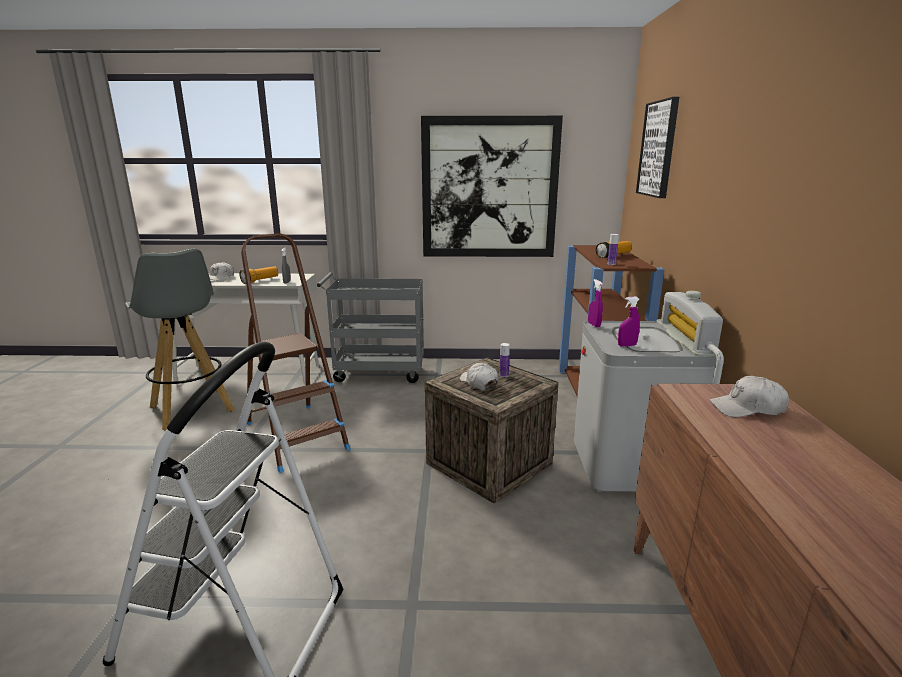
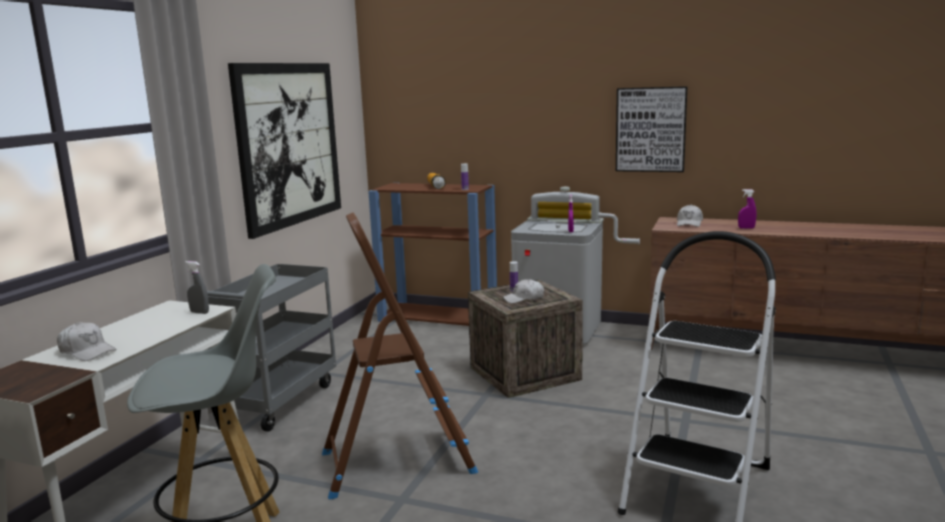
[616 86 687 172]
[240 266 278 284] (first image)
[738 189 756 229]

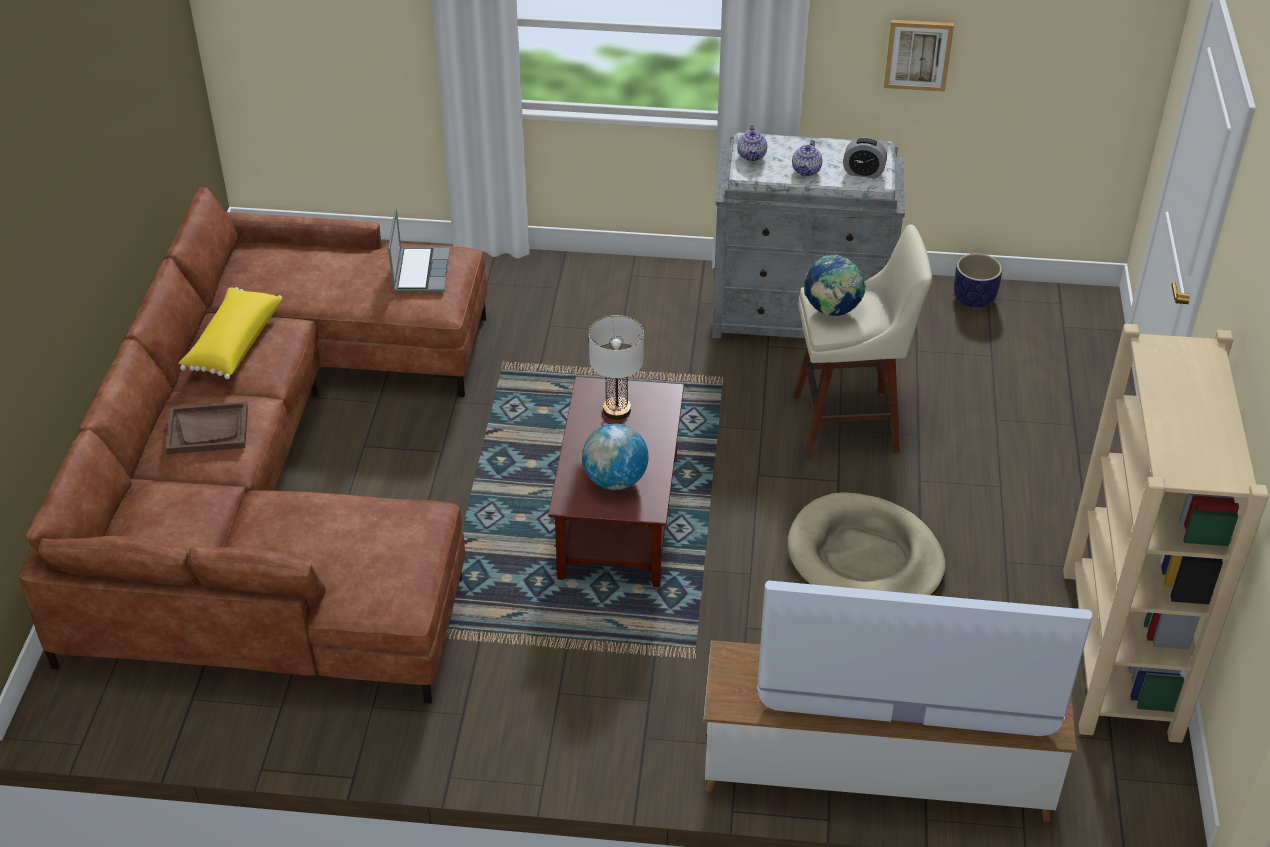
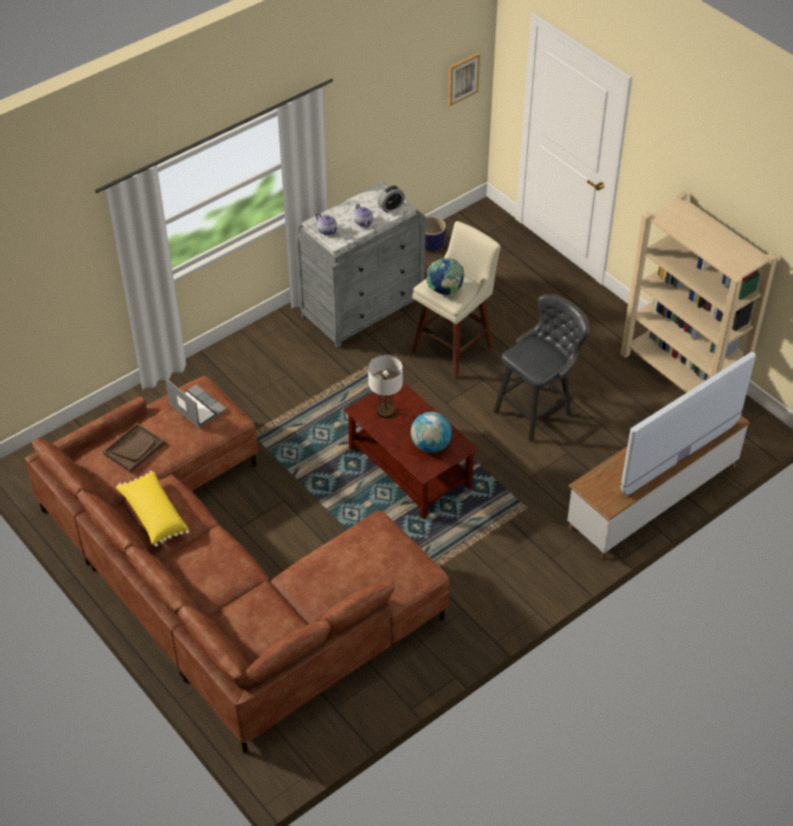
[448 52 480 106]
[103 423 165 472]
[493 294 591 442]

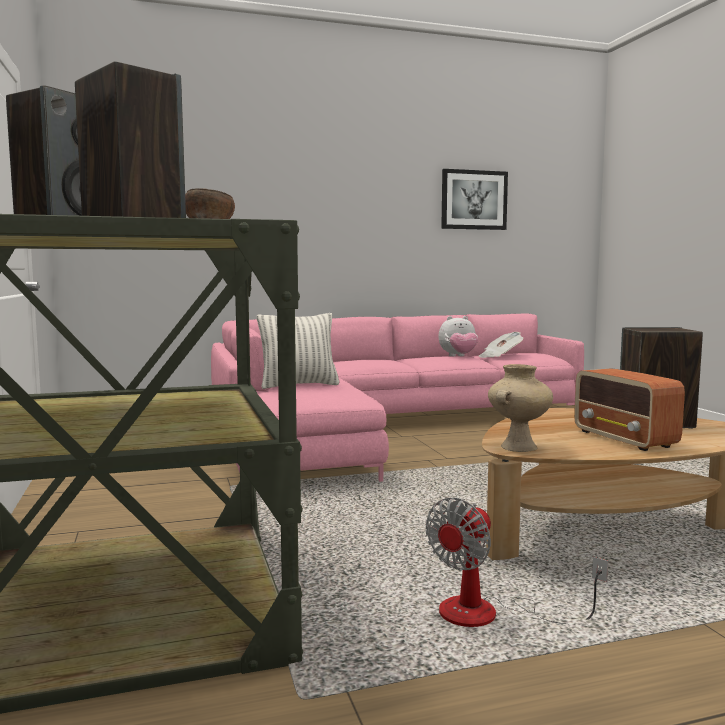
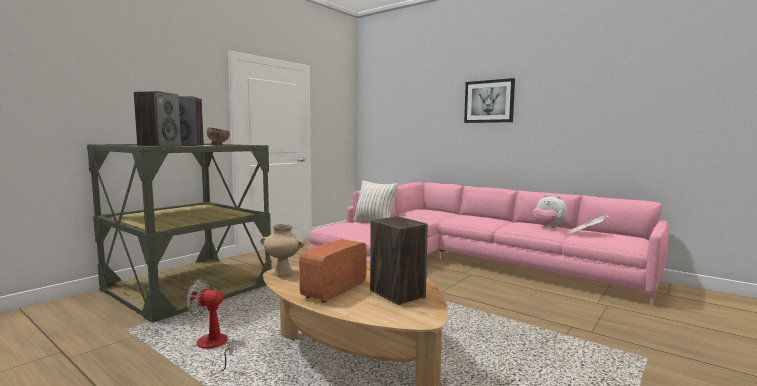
[464 78 515 123]

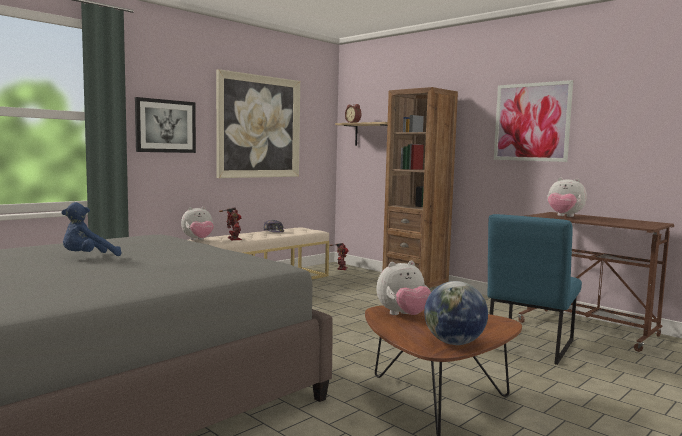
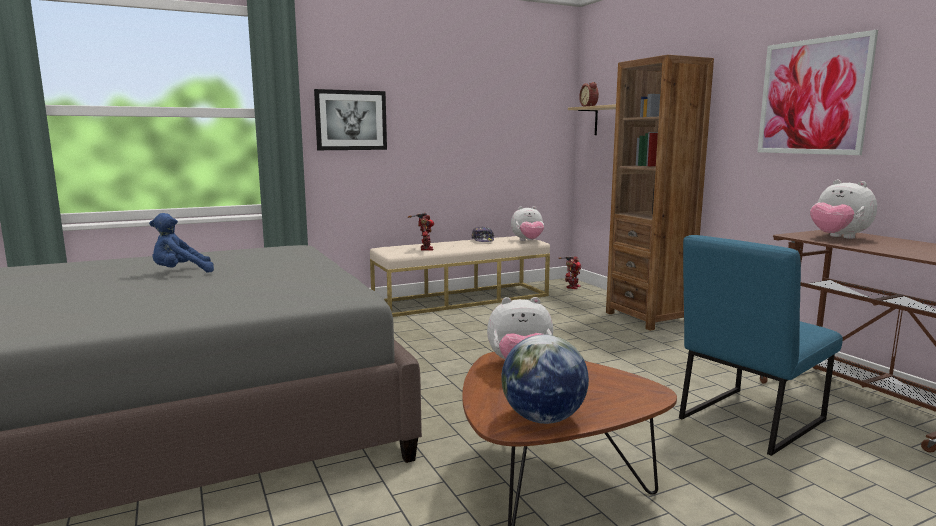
[216 69 300 178] (first image)
[511 206 544 241]

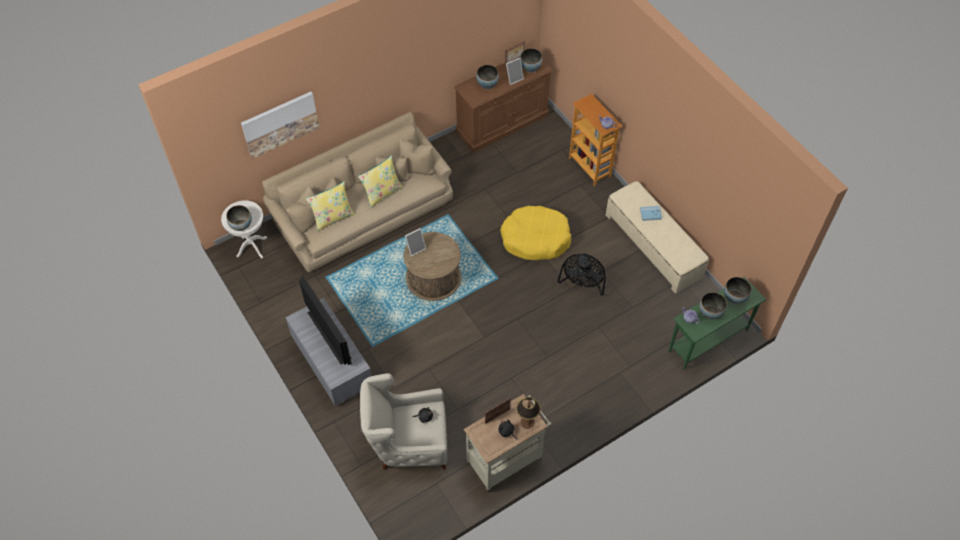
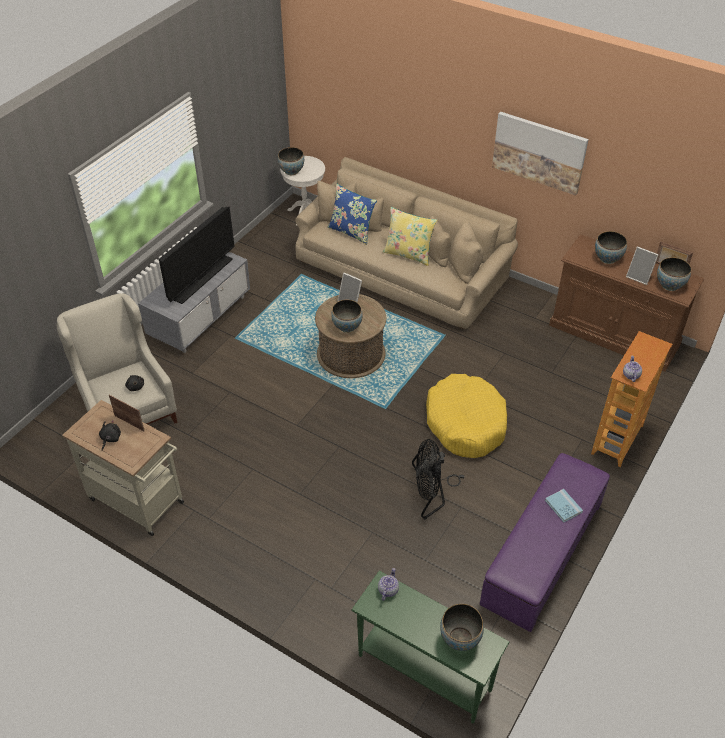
[492 112 589 196]
[328 184 377 245]
[479 453 610 632]
[331 300 363 333]
[516 397 541 429] (first image)

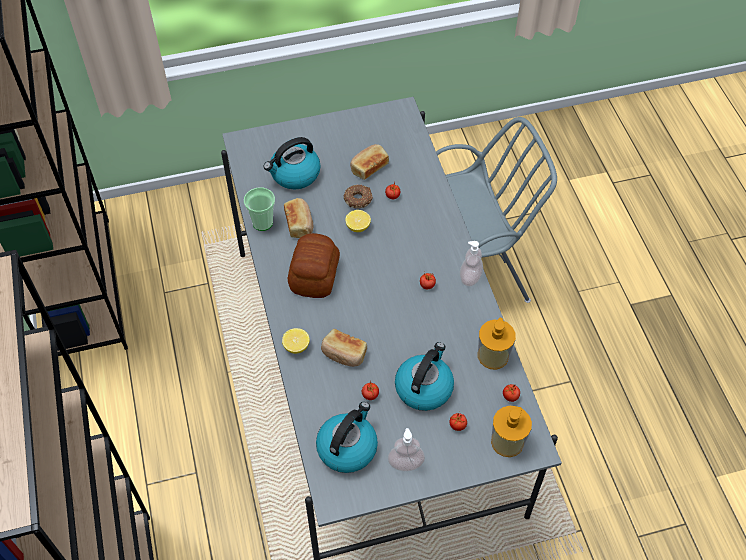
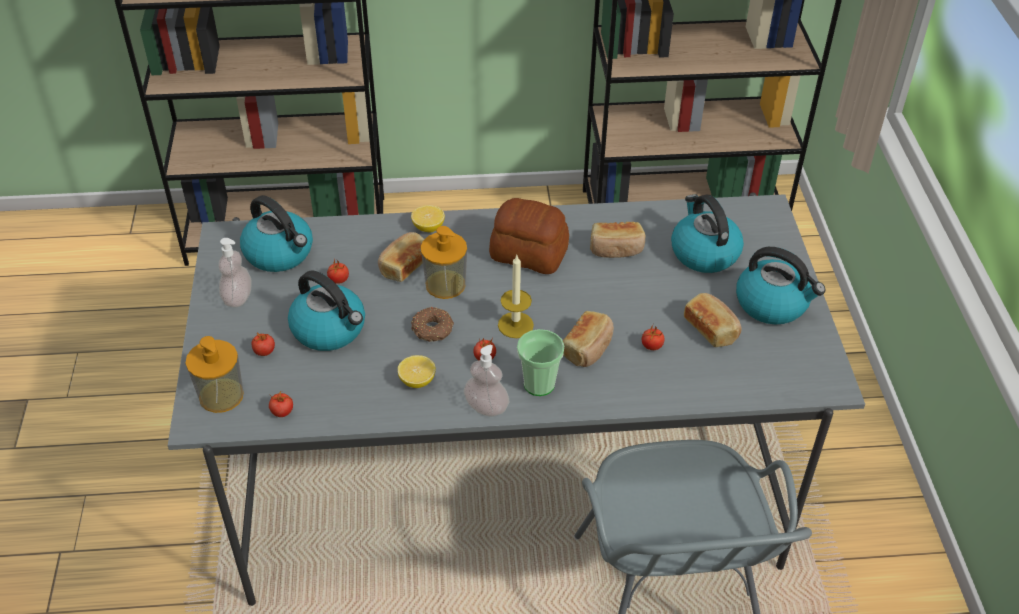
[411 307 454 342]
[517 329 564 396]
[398 355 436 388]
[421 226 467 299]
[736 247 825 325]
[498 255 534 338]
[563 311 614 367]

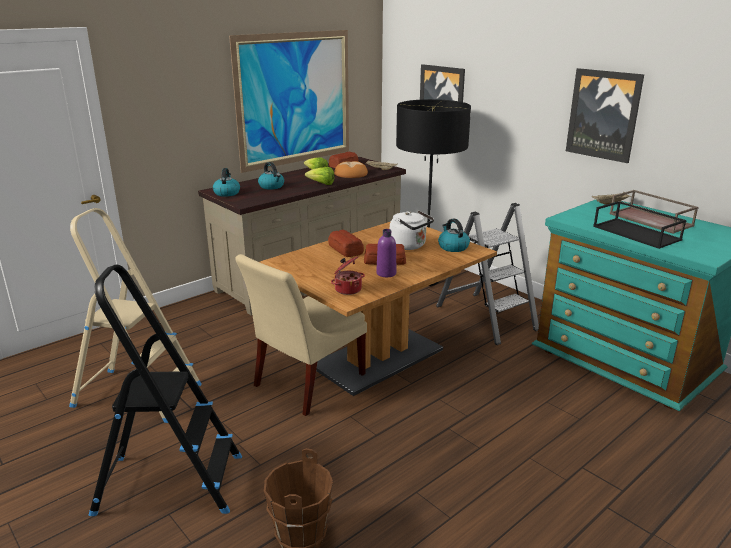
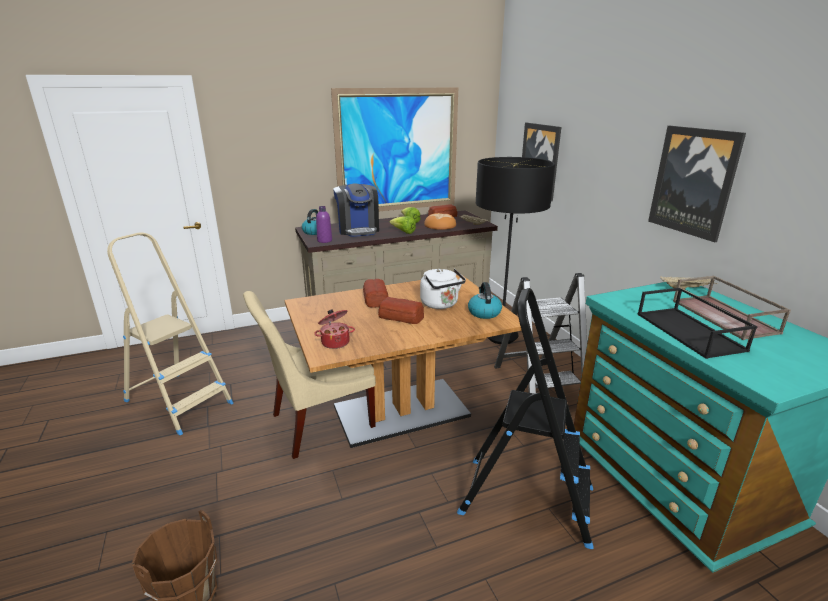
[333 183 379 237]
[316 206 332 243]
[457 288 593 549]

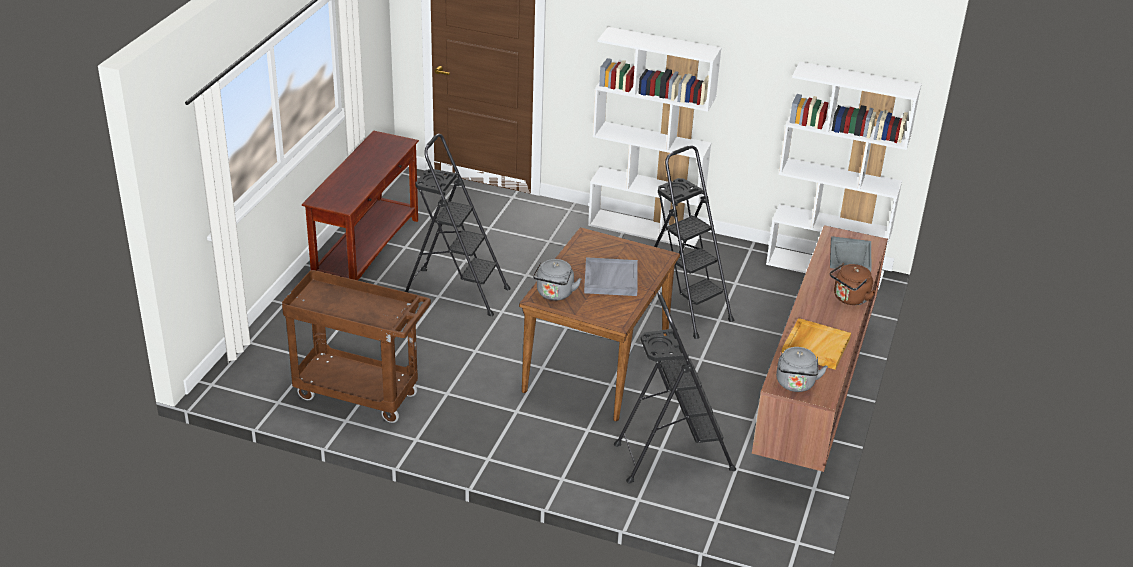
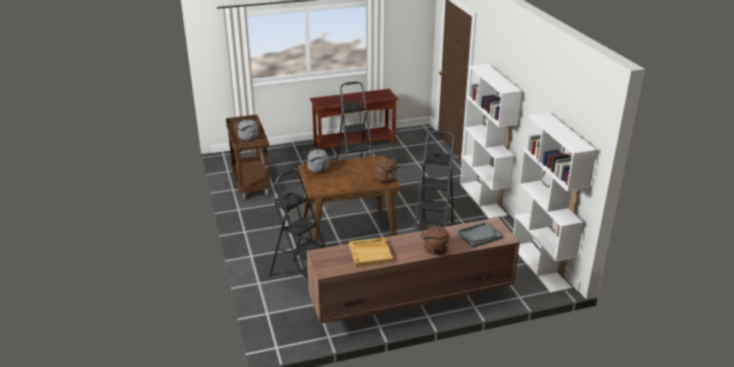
[584 257 638 296] (first image)
[234 118 258 141]
[374 158 401 183]

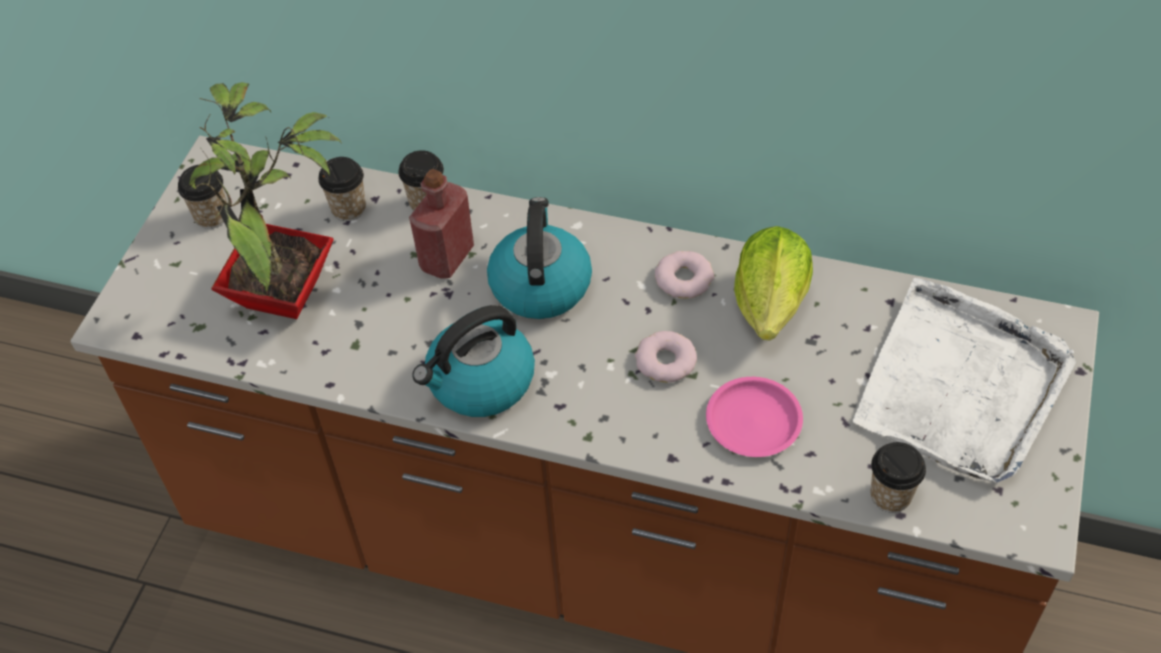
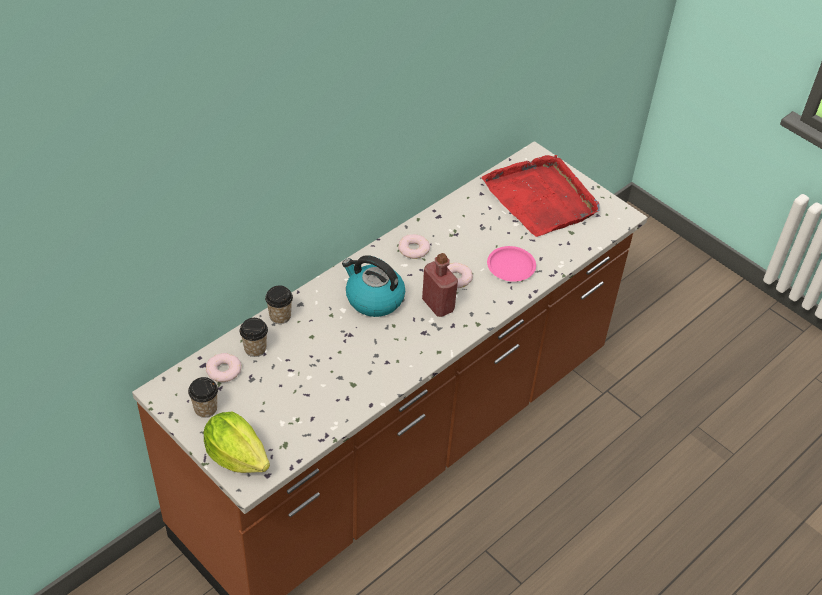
[189 82 341 319] (first image)
[422 253 458 317]
[203 411 270 473]
[481 155 600 237]
[412 305 535 417] (first image)
[870 442 926 513] (first image)
[206 353 241 382]

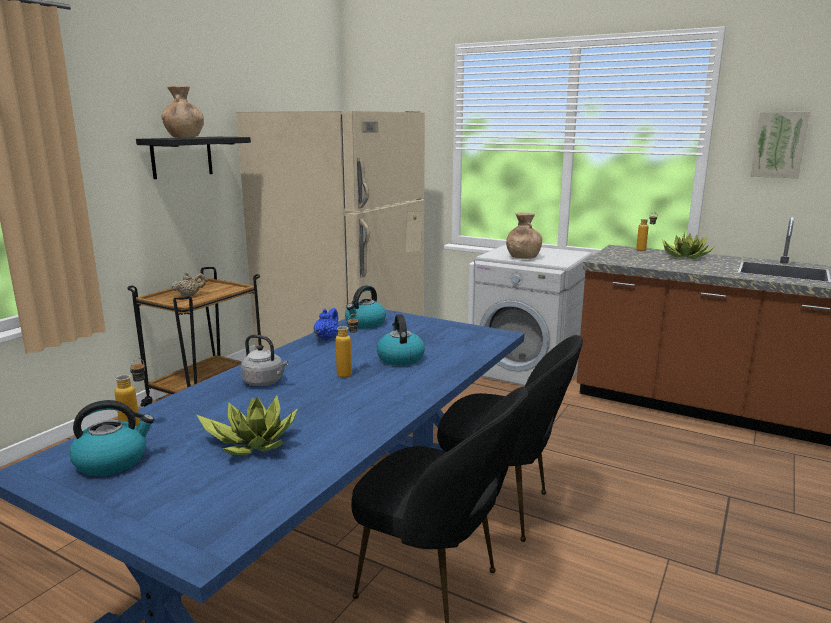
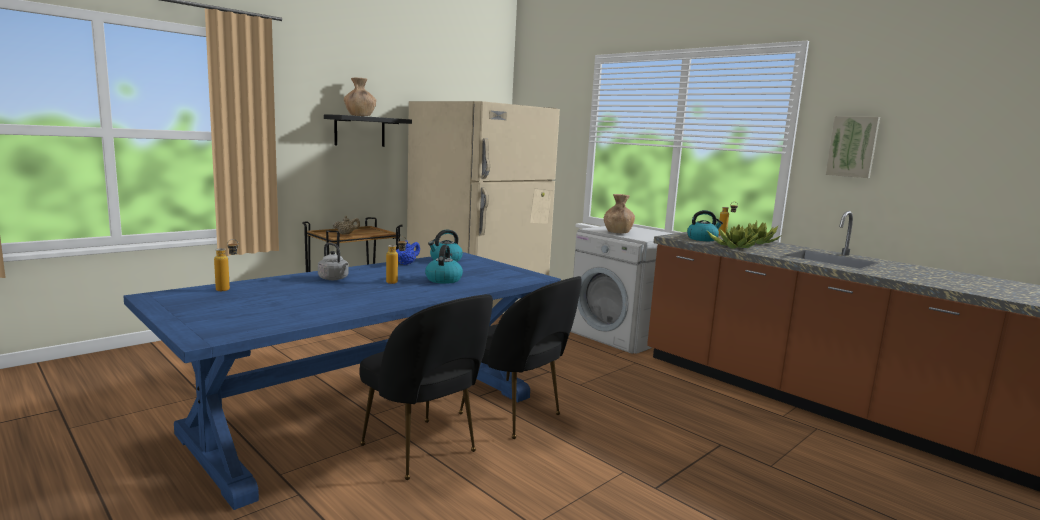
[707 225 760 249]
[687 210 723 241]

